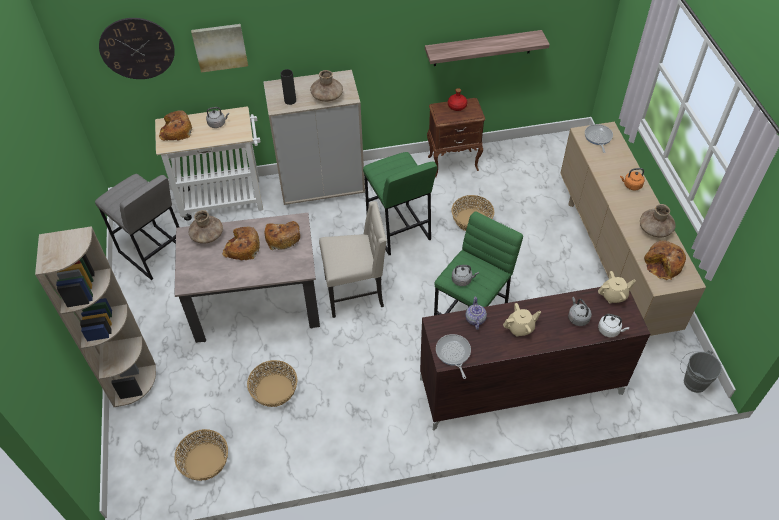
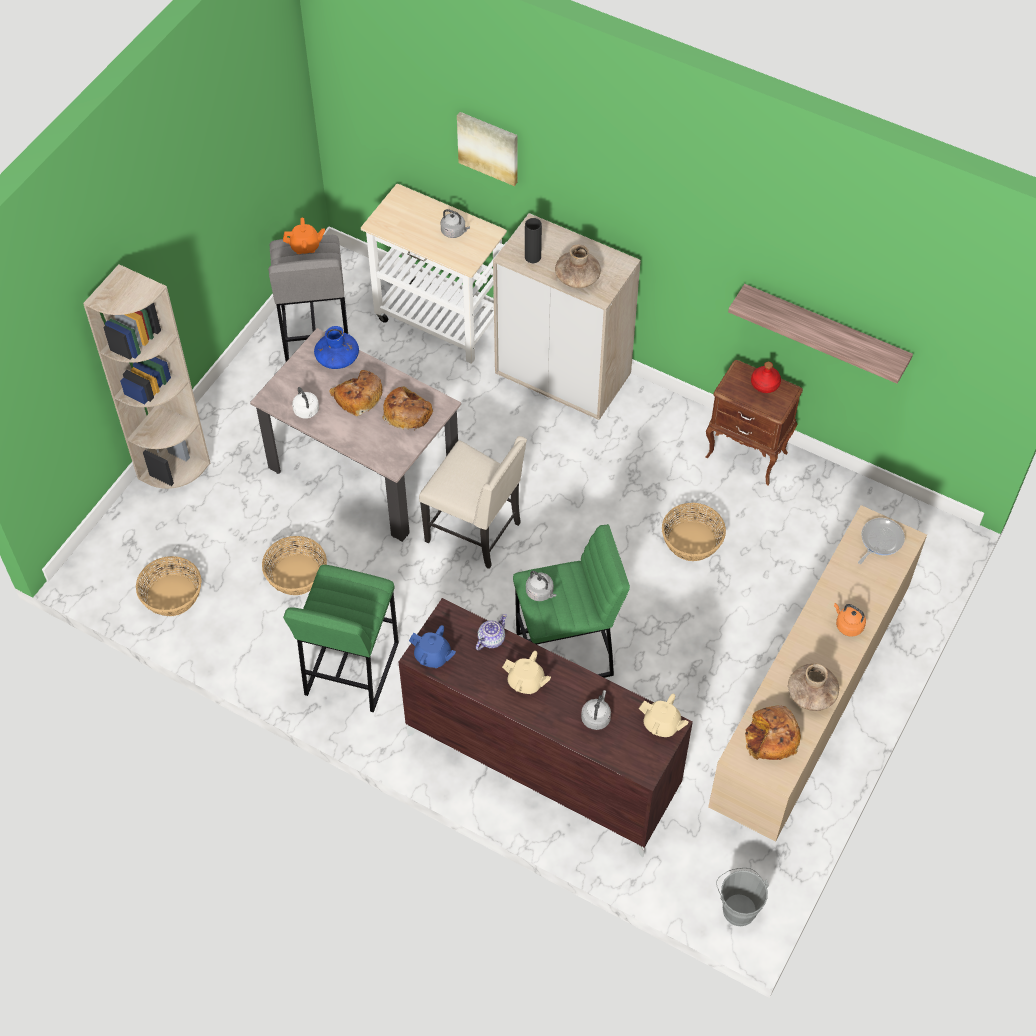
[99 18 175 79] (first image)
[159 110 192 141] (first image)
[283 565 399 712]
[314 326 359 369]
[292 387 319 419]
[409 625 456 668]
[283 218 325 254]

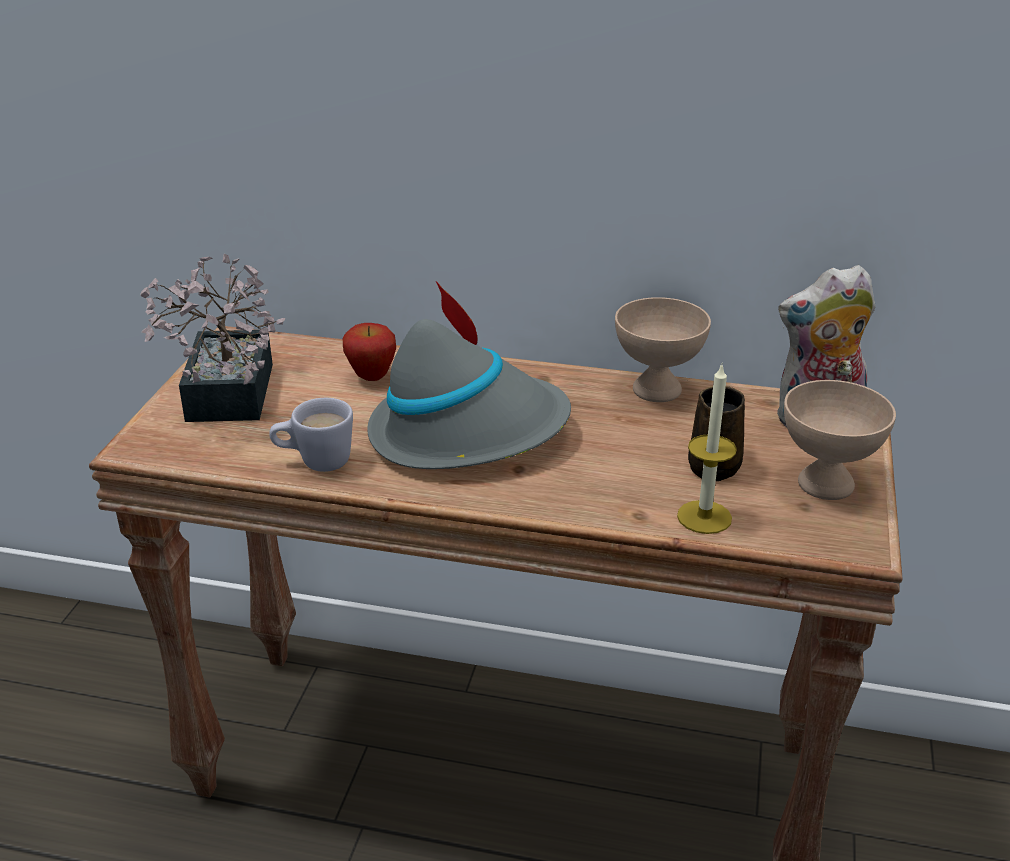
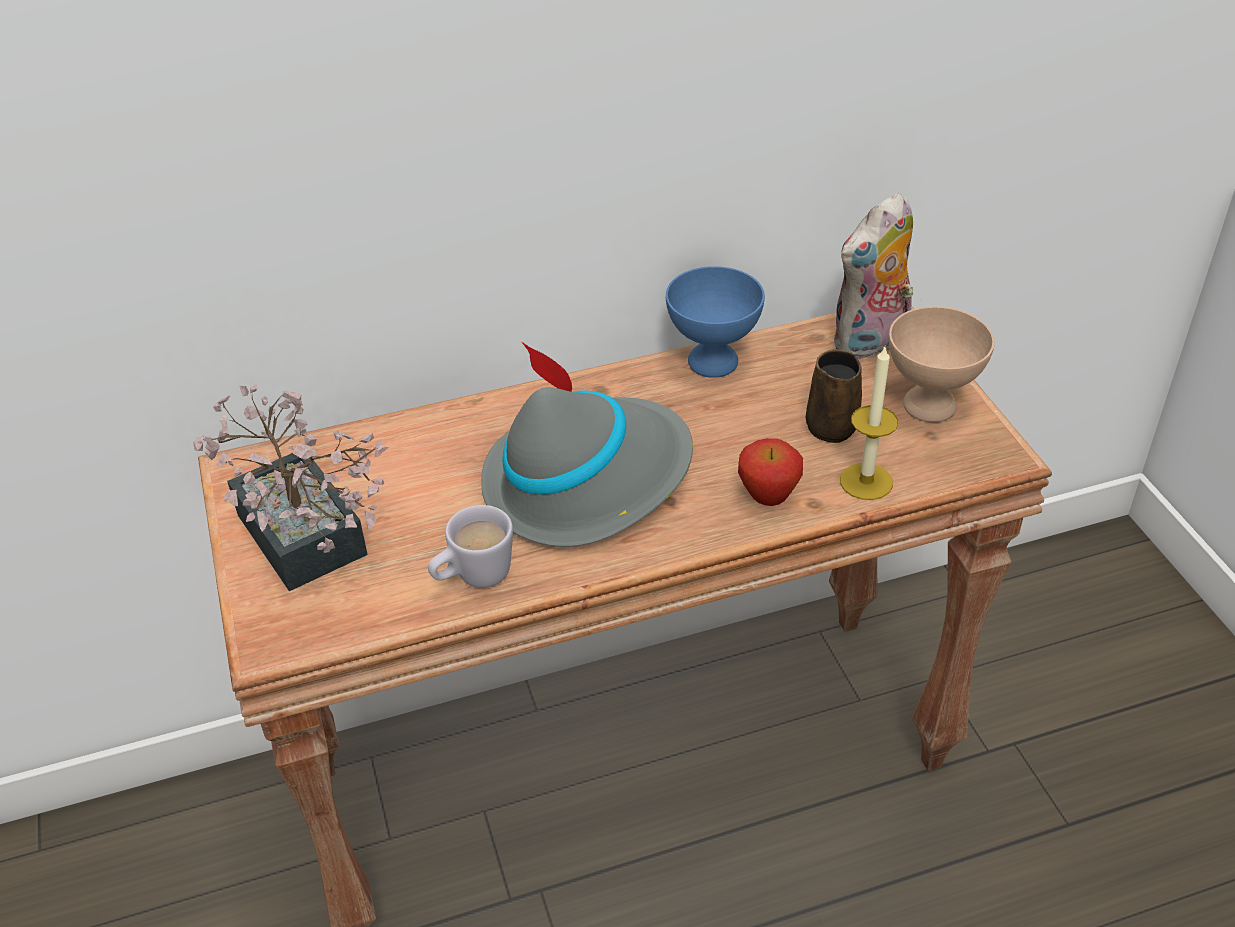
[666 266 765 378]
[738 438 803 506]

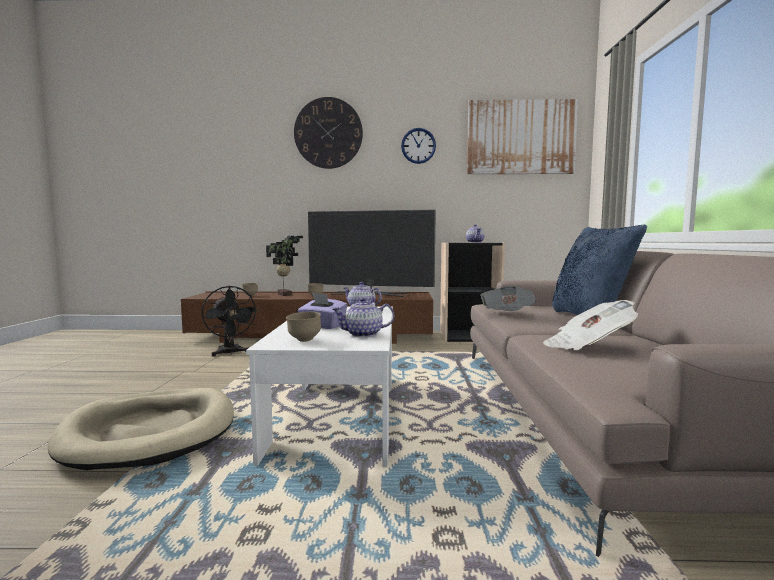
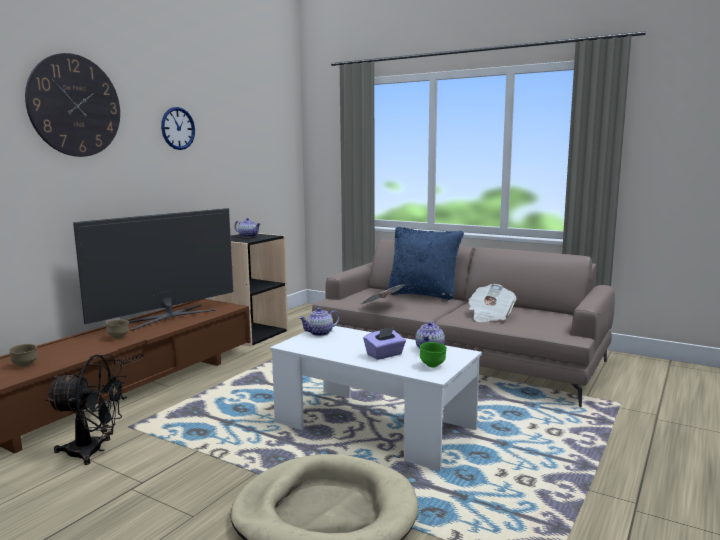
[467 99 578 174] (first image)
[266 236 303 296] (first image)
[420 342 447 368]

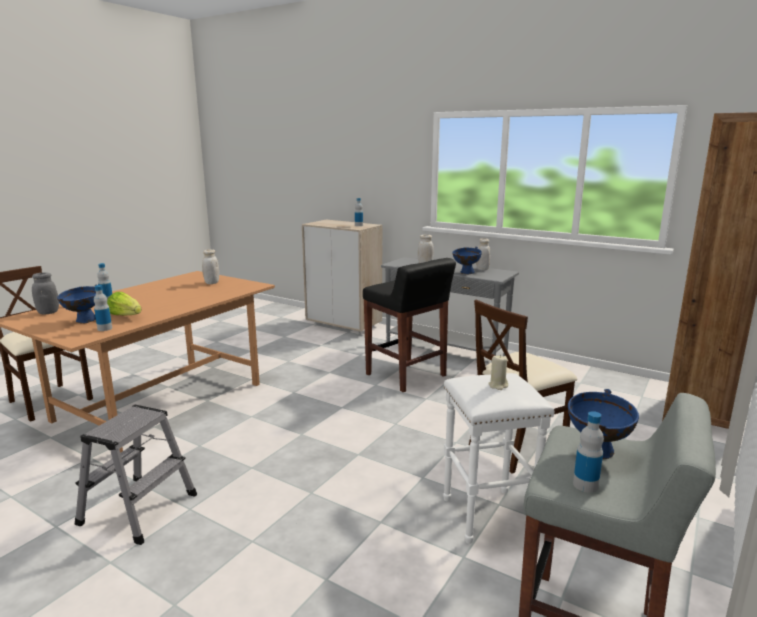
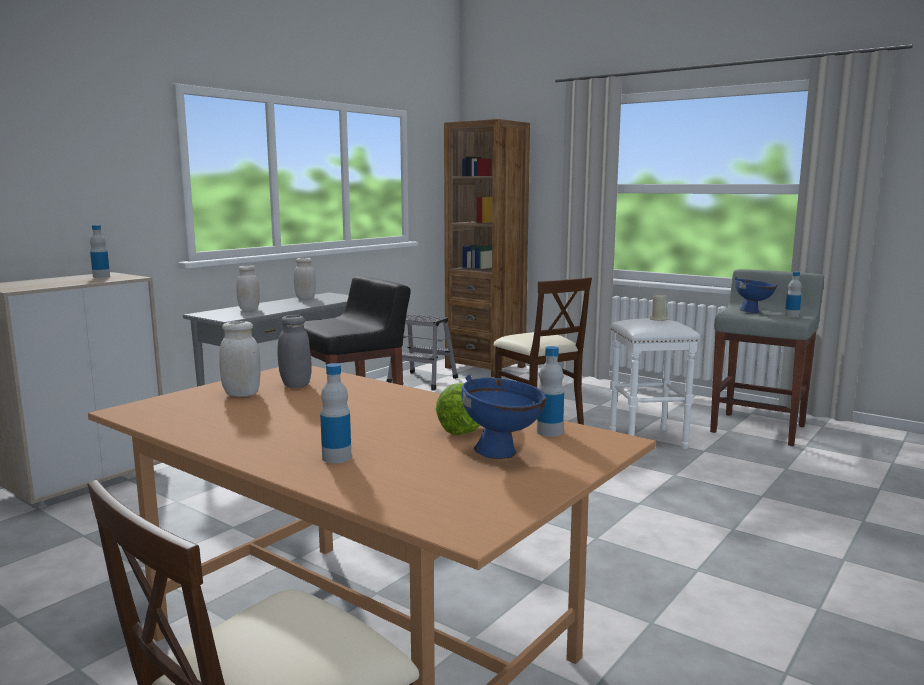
[452 247 482 274] (first image)
[277 315 311 388]
[386 314 458 390]

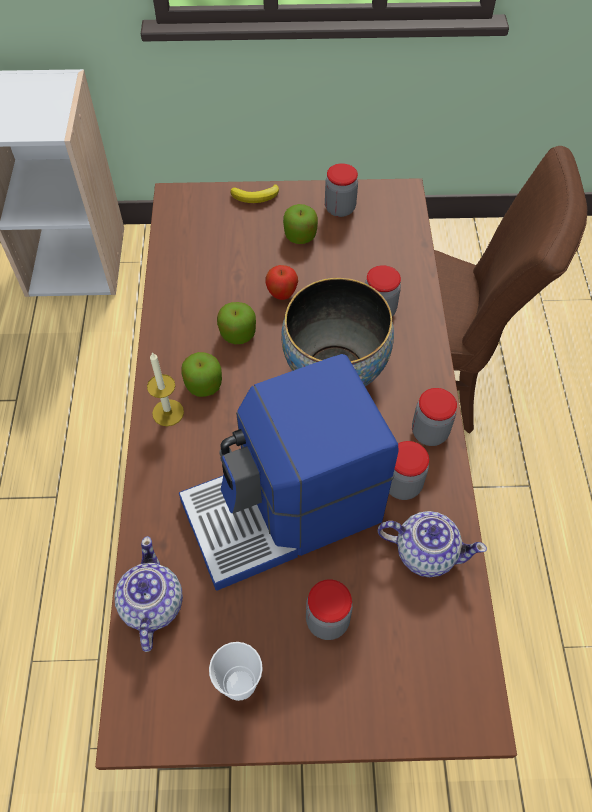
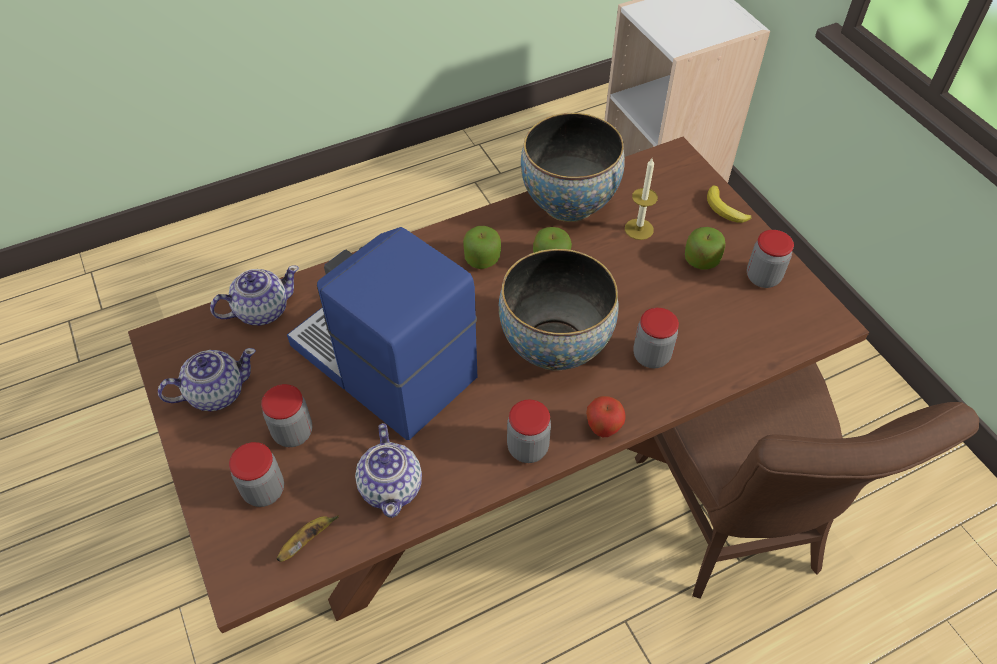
[586 396 626 437]
[625 158 658 240]
[229 442 284 507]
[158 348 256 411]
[521 113 625 222]
[277 515 339 562]

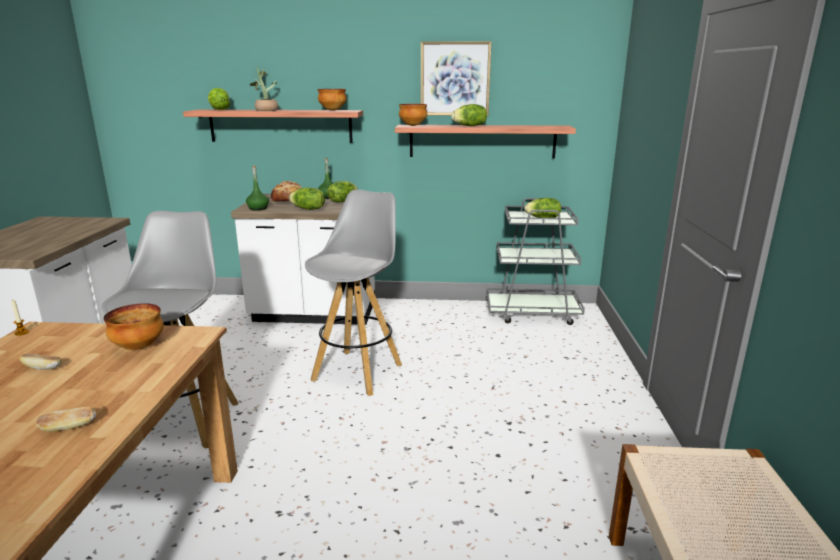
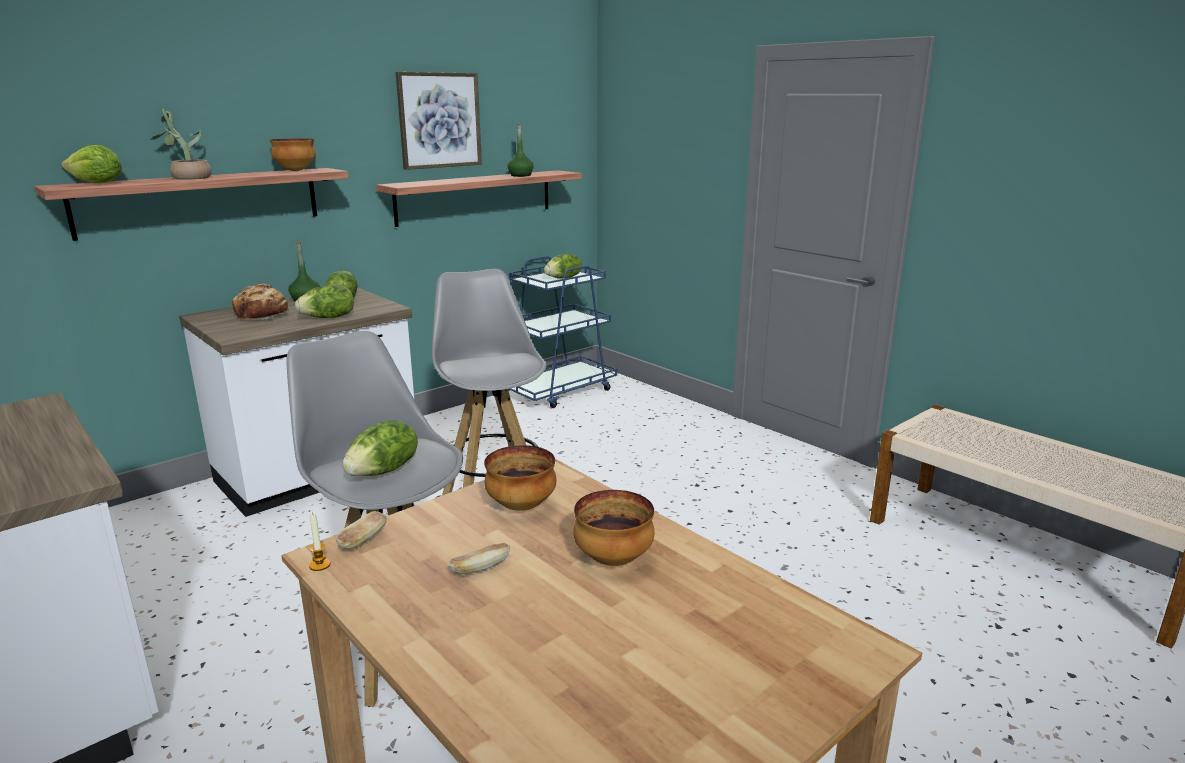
[573 490 654 566]
[342 420 418 476]
[507 123 534 177]
[509 256 617 408]
[336 511 387 549]

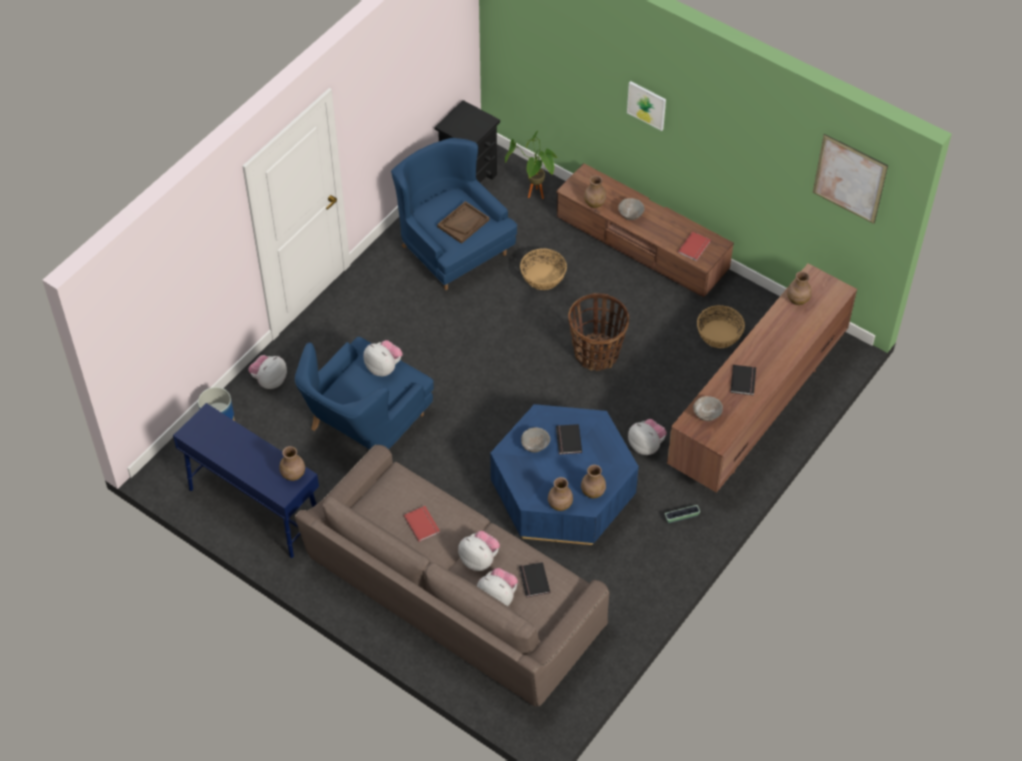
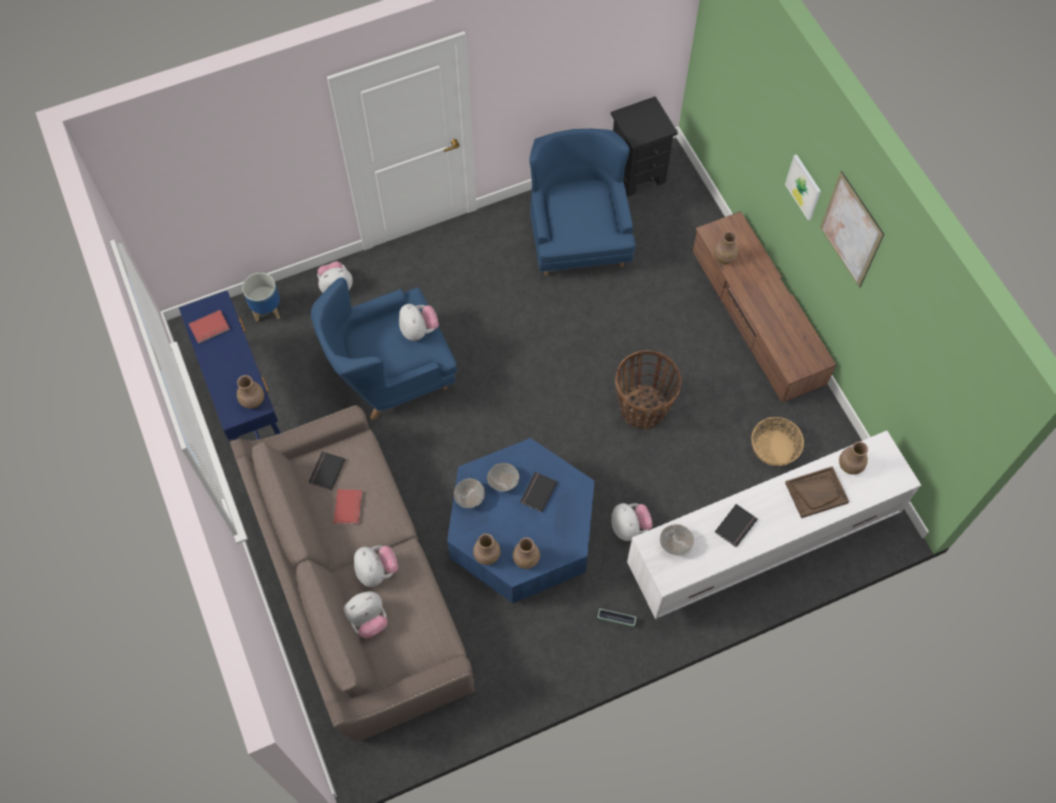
[505 131 557 199] (first image)
[820 171 884 288]
[454 478 485 508]
[785 466 849 518]
[189 310 230 344]
[520 248 567 290] (first image)
[627 431 921 619]
[309 451 345 490]
[344 591 387 638]

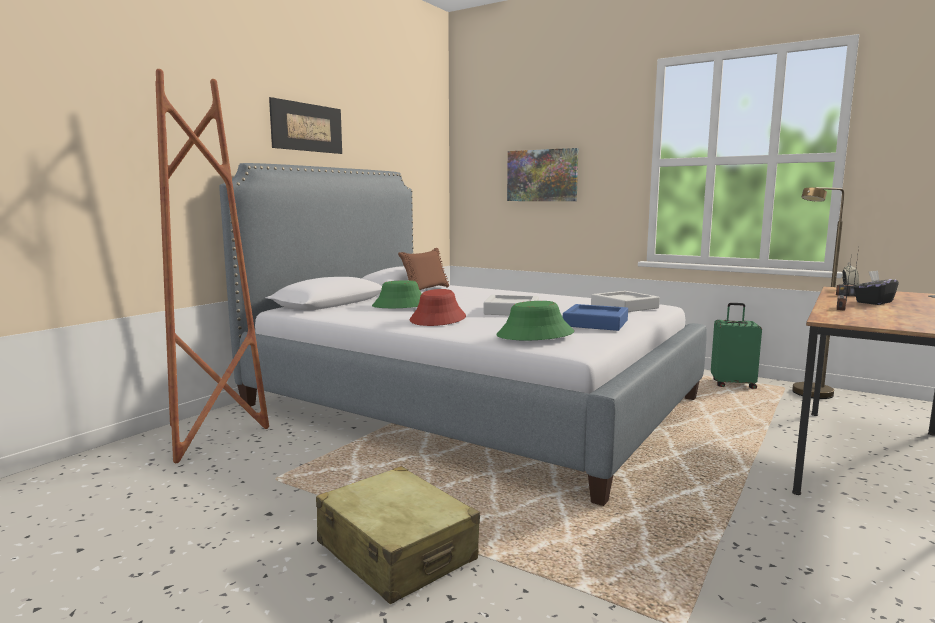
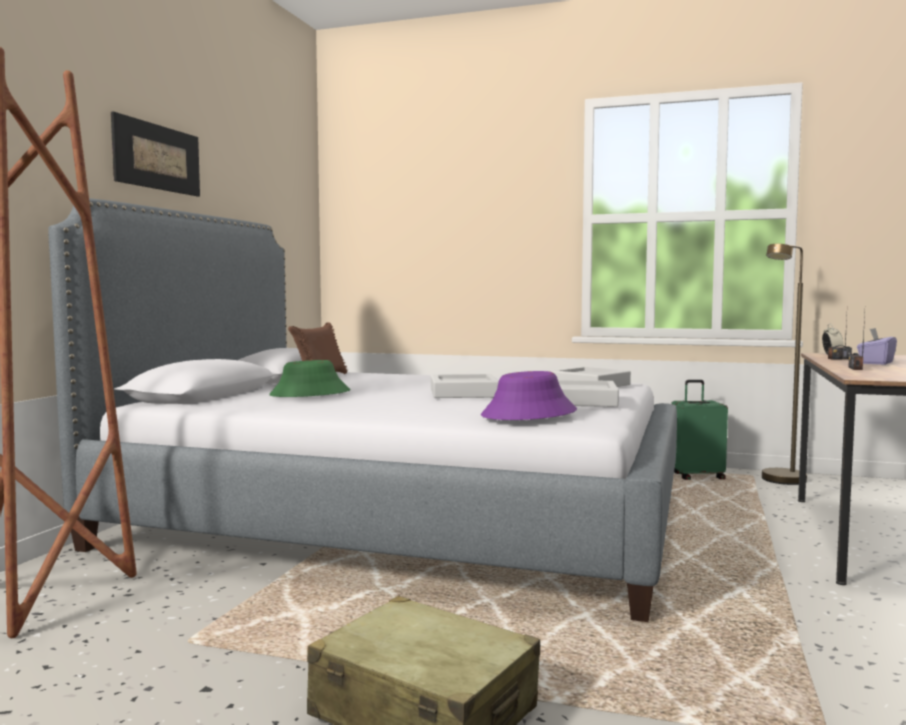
[507 148 579 201] (first image)
[857 328 897 365]
[410 289 466 326] (first image)
[481 371 577 420]
[558 380 619 407]

